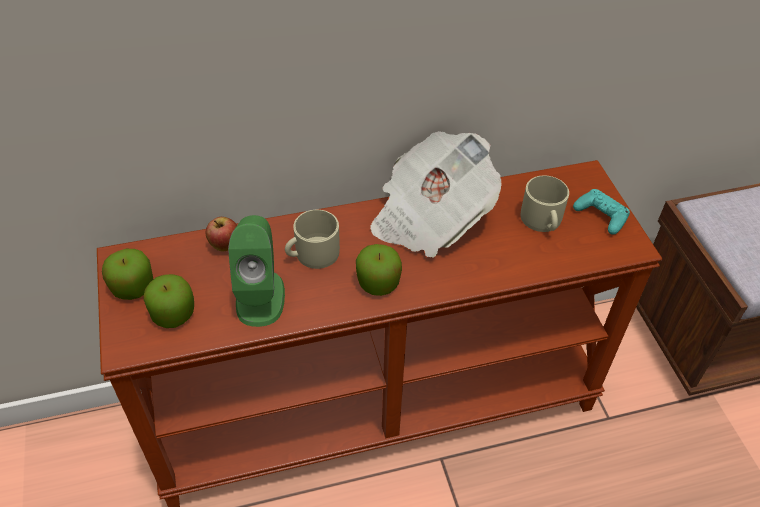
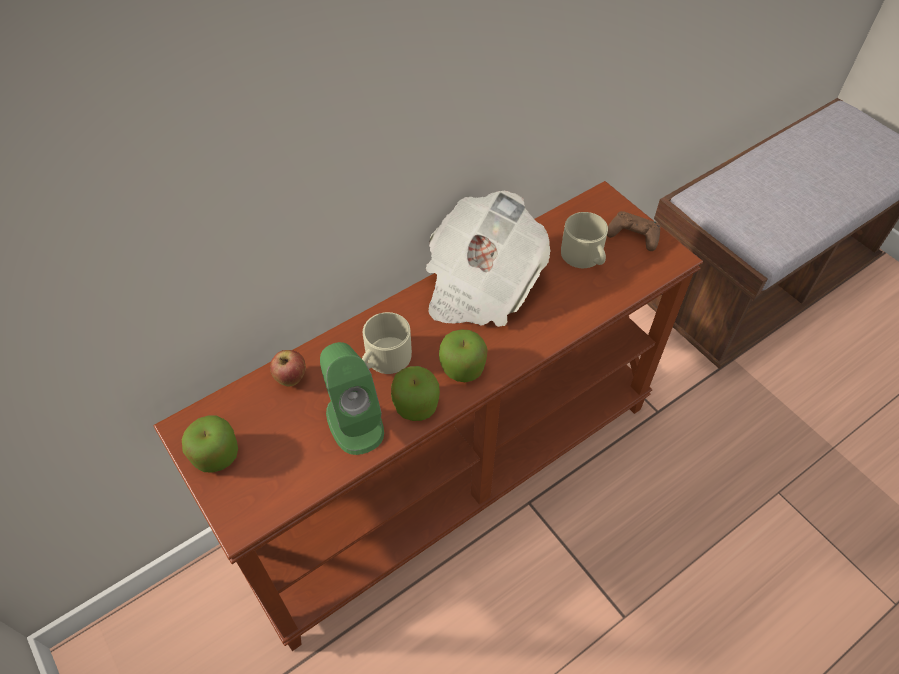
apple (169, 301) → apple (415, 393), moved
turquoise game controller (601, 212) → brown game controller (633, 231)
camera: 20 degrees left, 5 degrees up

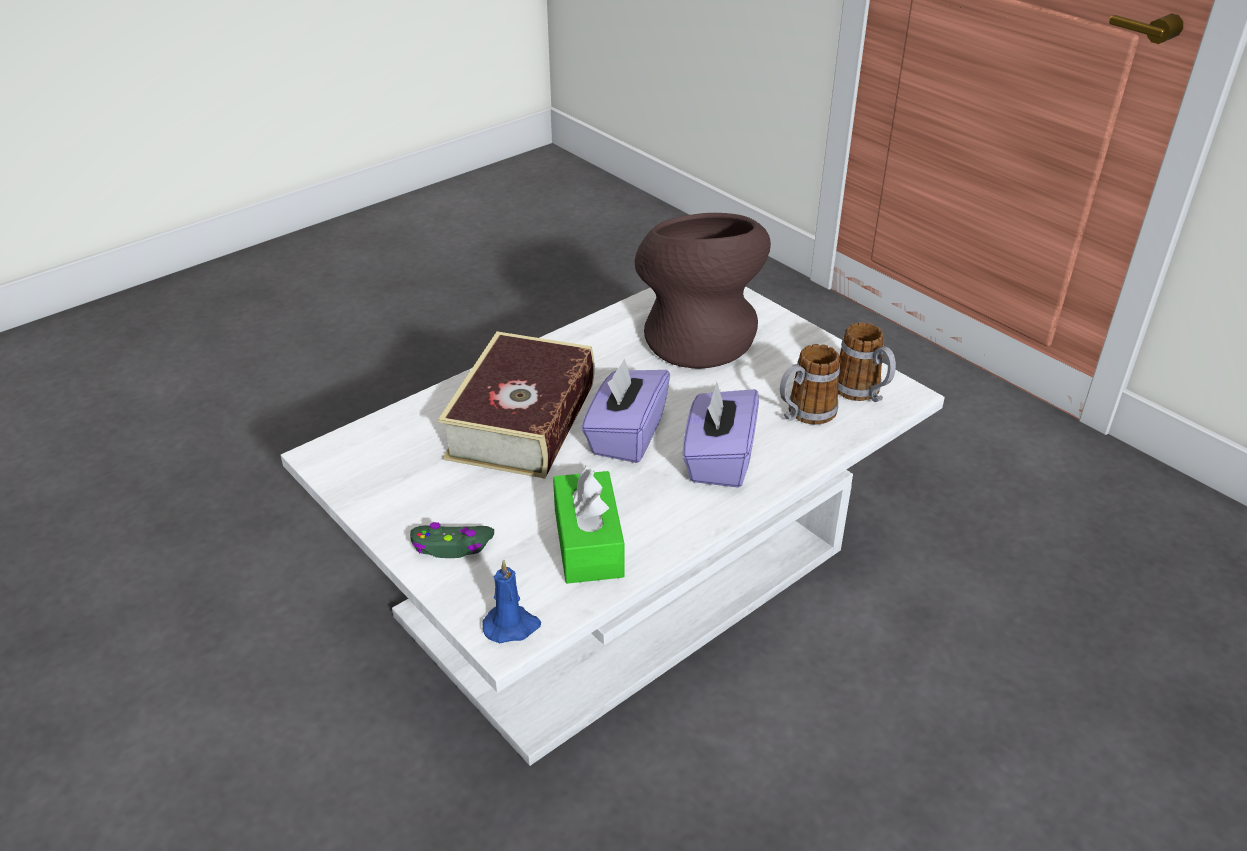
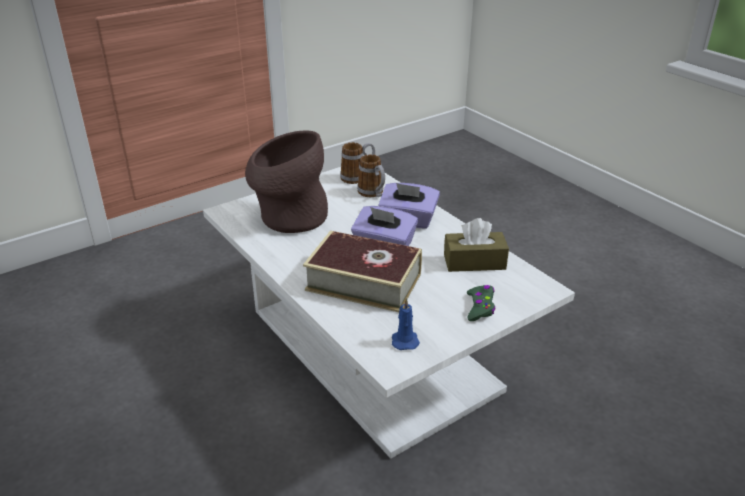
blue candle (511, 601) → blue candle (406, 324), moved
green tissue box (588, 524) → brown tissue box (476, 245)
camera: 85 degrees left, 5 degrees down

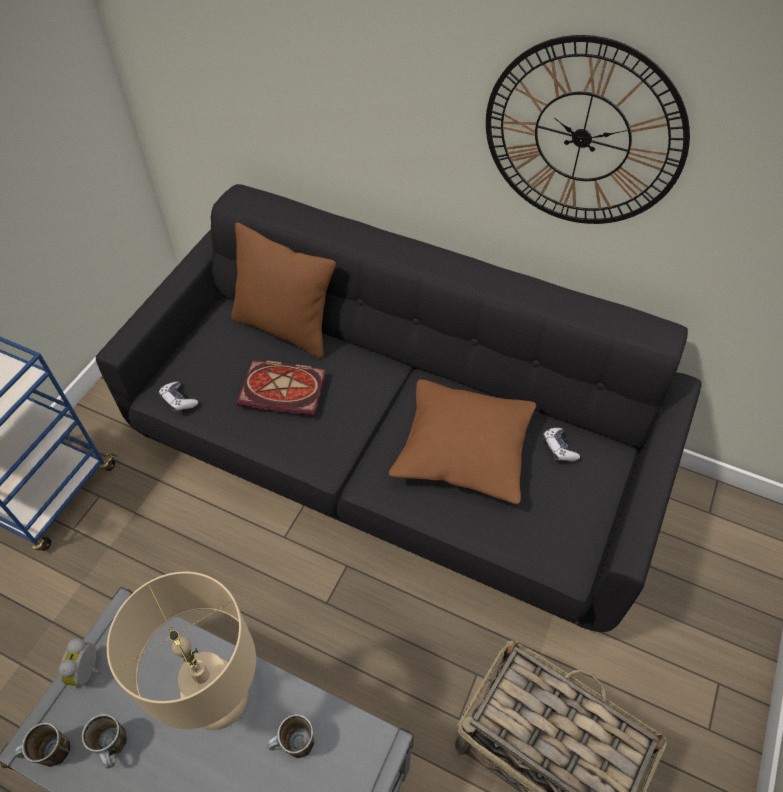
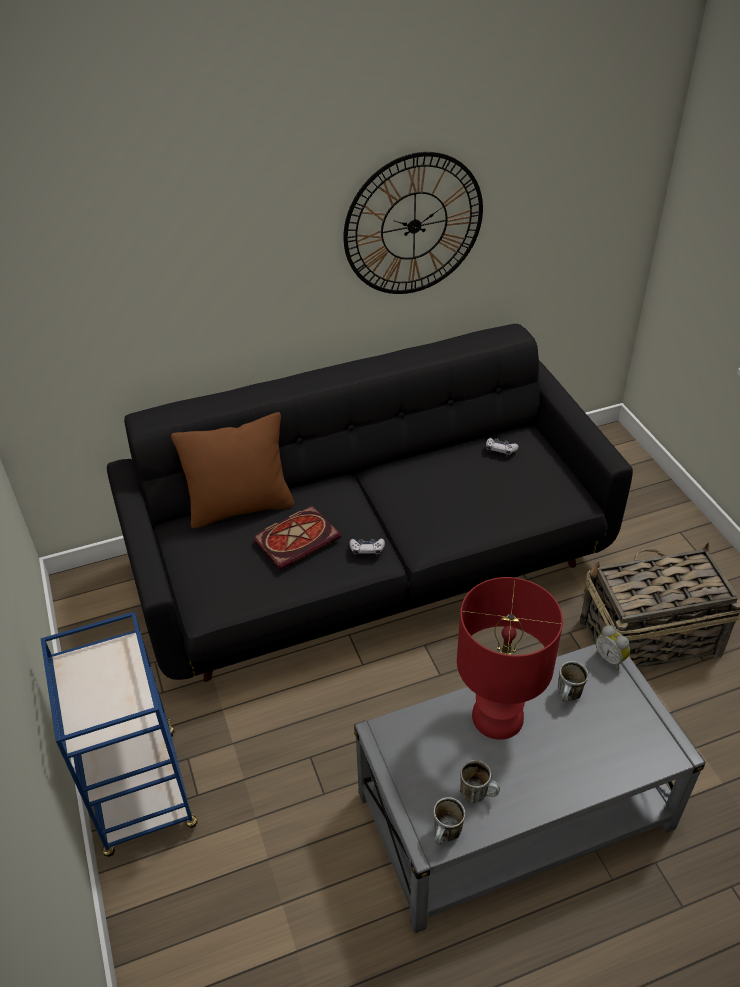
alarm clock (80, 663) → alarm clock (612, 647), moved
beige table lamp (181, 651) → red table lamp (510, 658)
game controller (178, 397) → game controller (367, 547), moved
brown pillow (462, 441) → -
camera: 45 degrees left, 10 degrees down

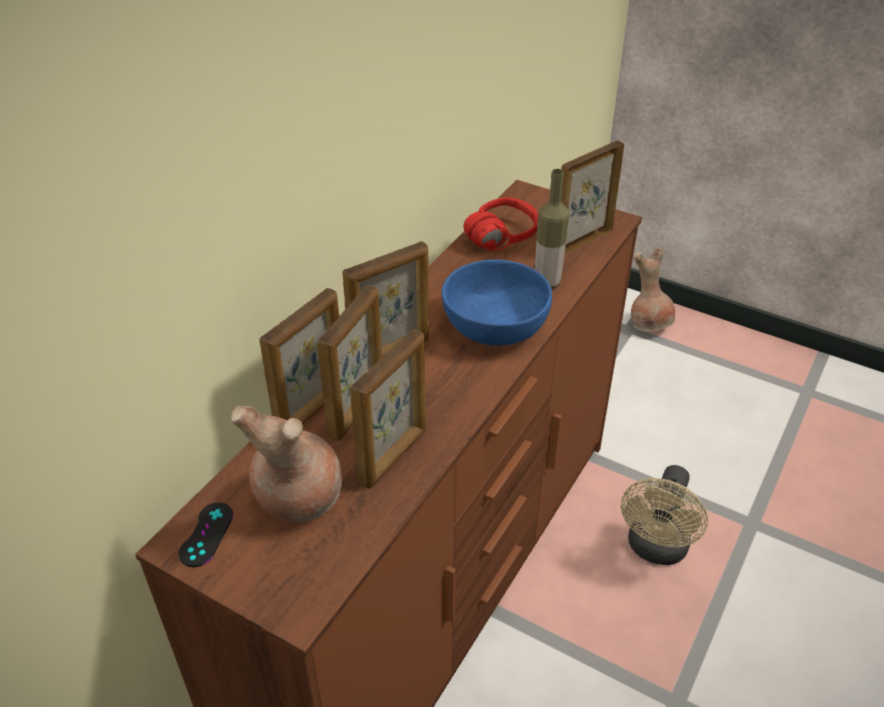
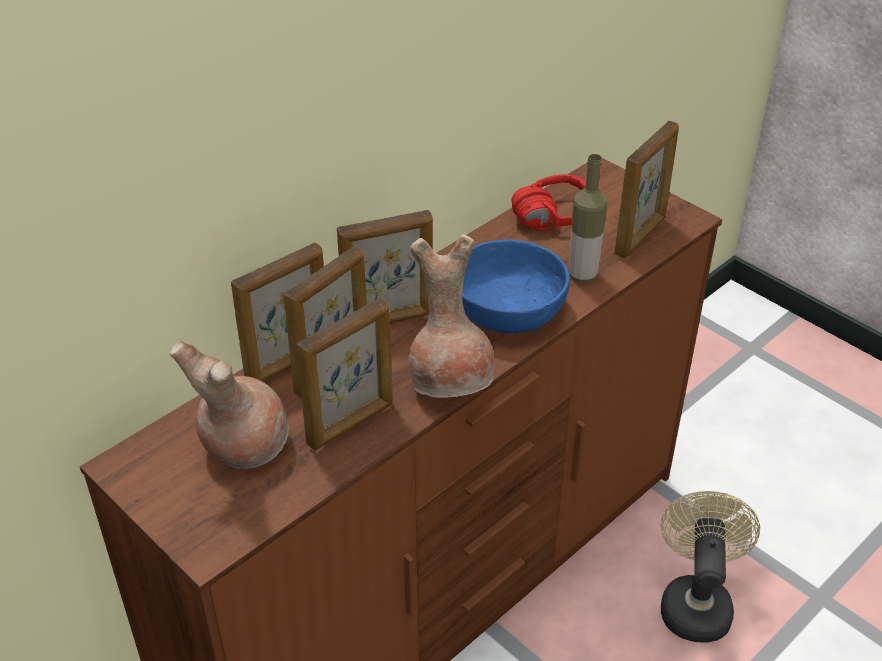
black game controller (206, 534) → -
picture frame (592, 197) → picture frame (646, 189), 150 degrees clockwise
beige fan (664, 515) → beige fan (710, 567), 150 degrees clockwise
brown vase (653, 289) → brown vase (451, 316), moved
camera: 15 degrees right, 0 degrees up

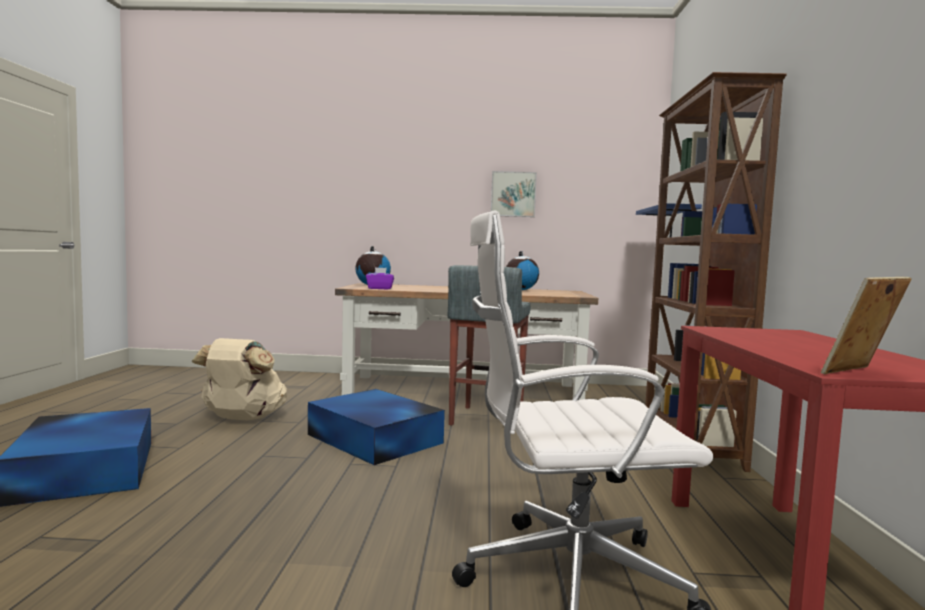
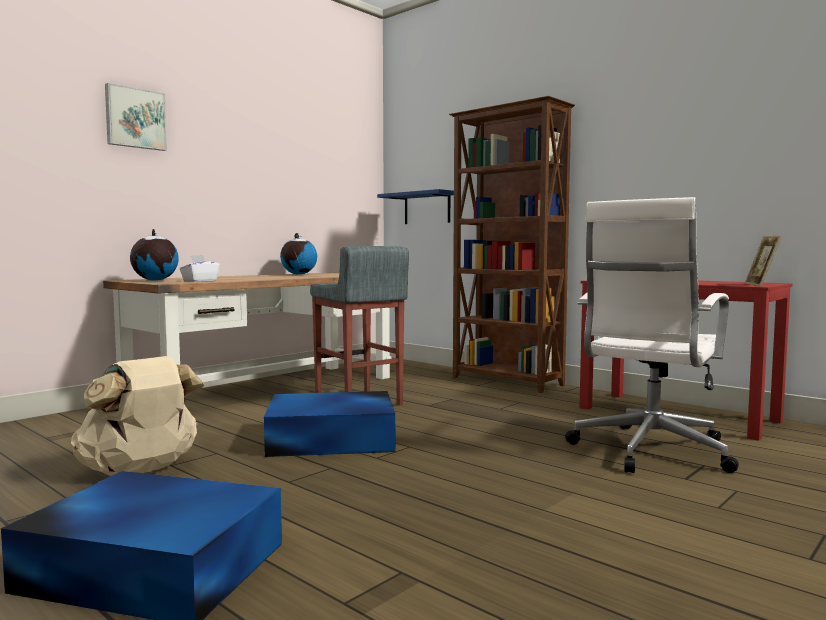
purple tissue box (380, 278) → white tissue box (200, 268)
picture (514, 194) → picture (136, 117), moved
camera: 50 degrees left, 0 degrees up

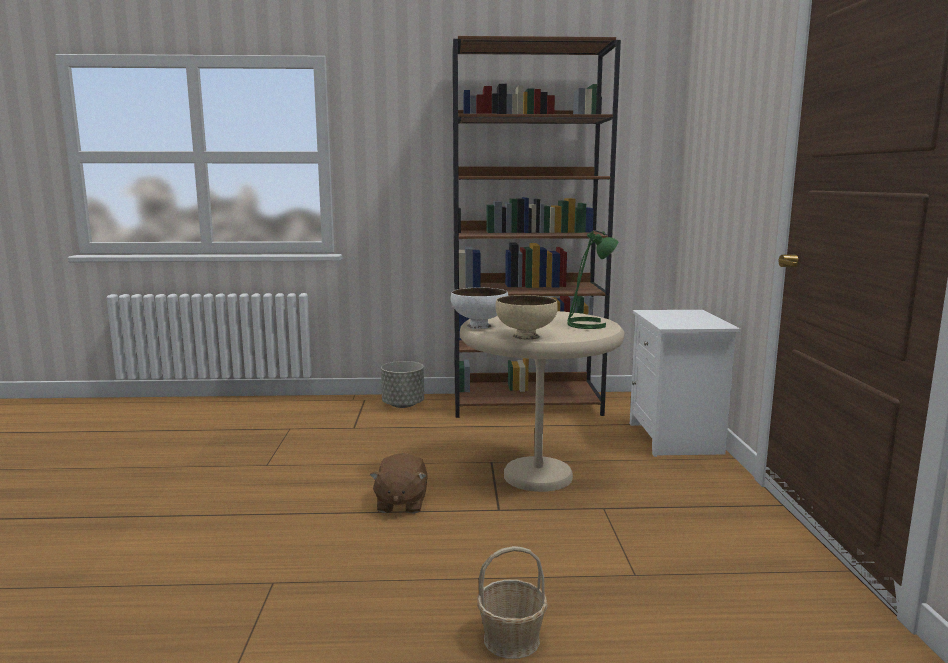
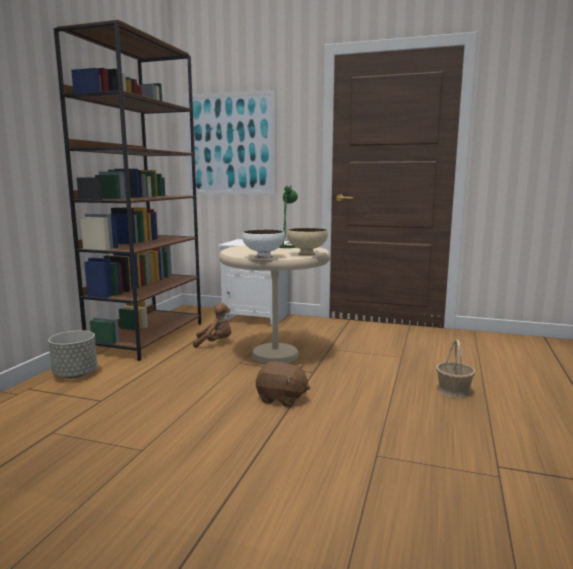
- → picture (229, 142)
- → brown plush toy (212, 325)
camera: 70 degrees left, 0 degrees up

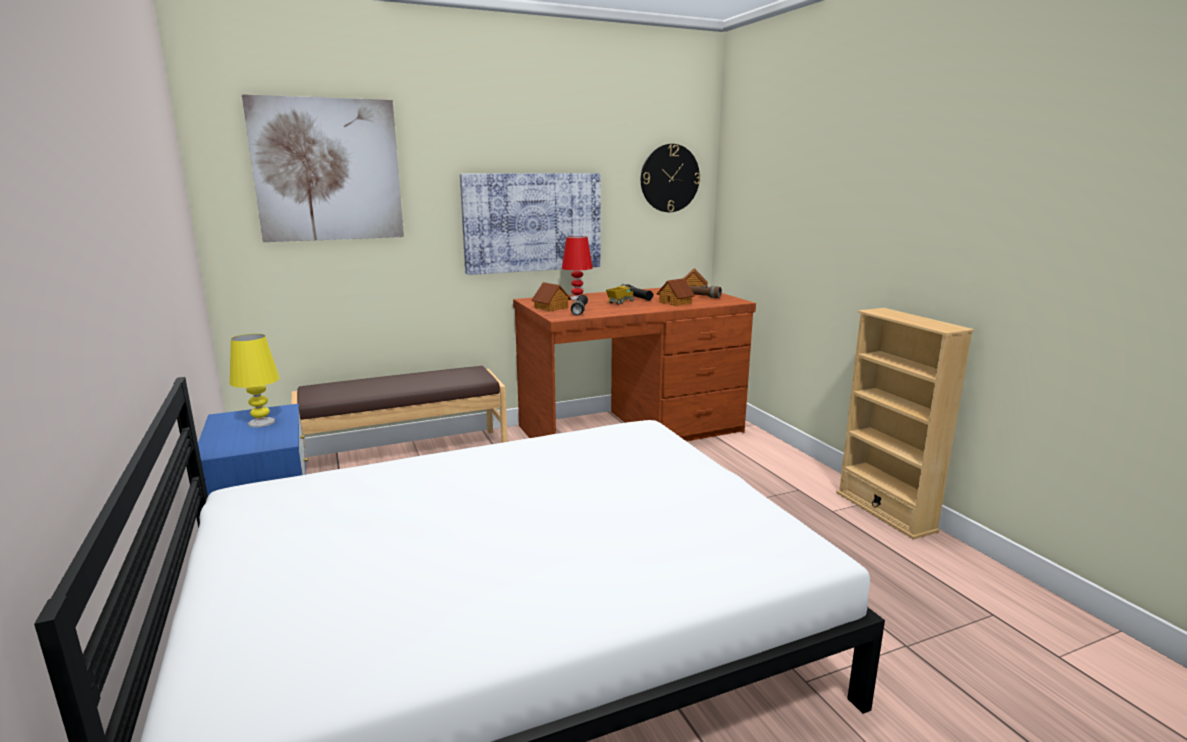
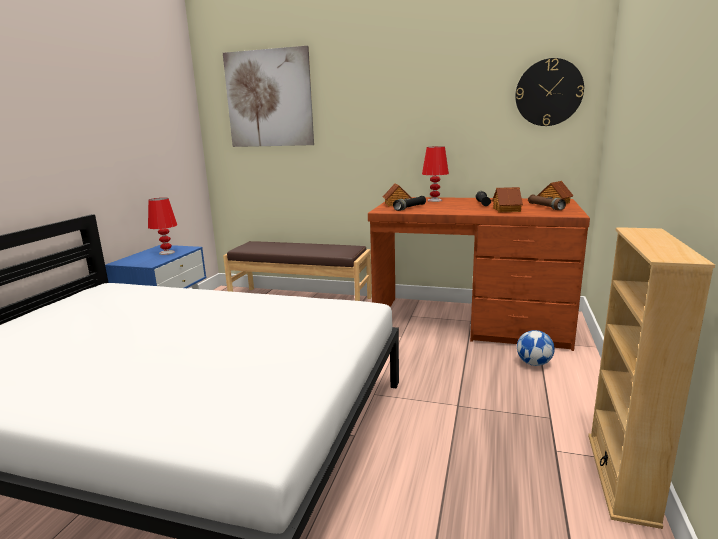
yellow table lamp (255, 380) → red table lamp (162, 226)
picture (530, 224) → -
toy truck (620, 295) → -
- → football (536, 348)
camera: 40 degrees right, 0 degrees up

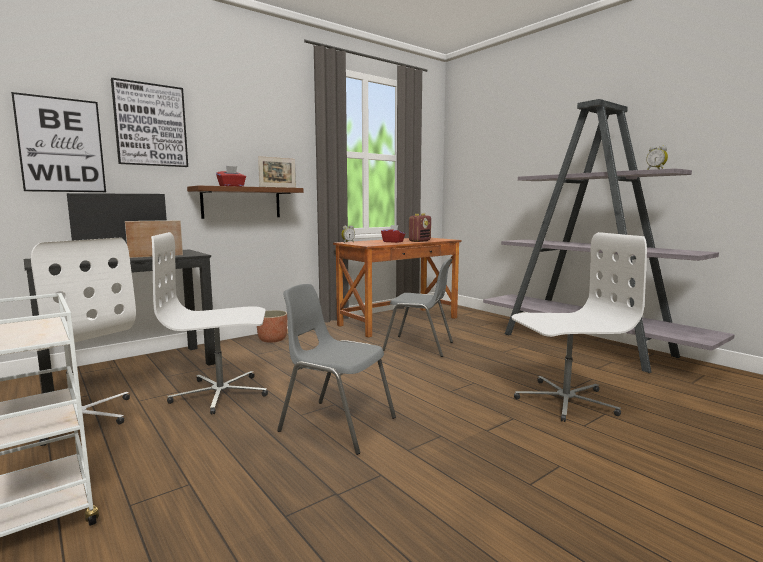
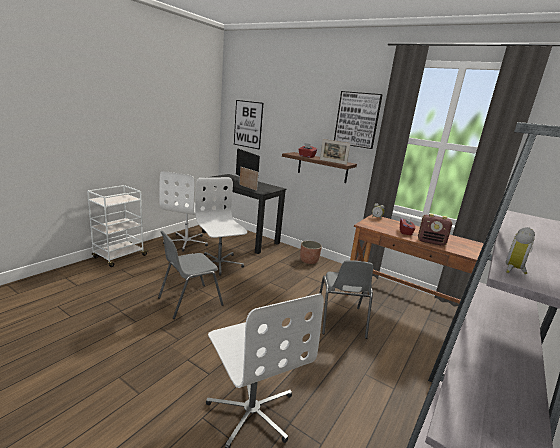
picture (149, 122) → picture (358, 120), moved
grey chair (336, 369) → grey chair (191, 275), 135 degrees counterclockwise
camera: 70 degrees right, 10 degrees up

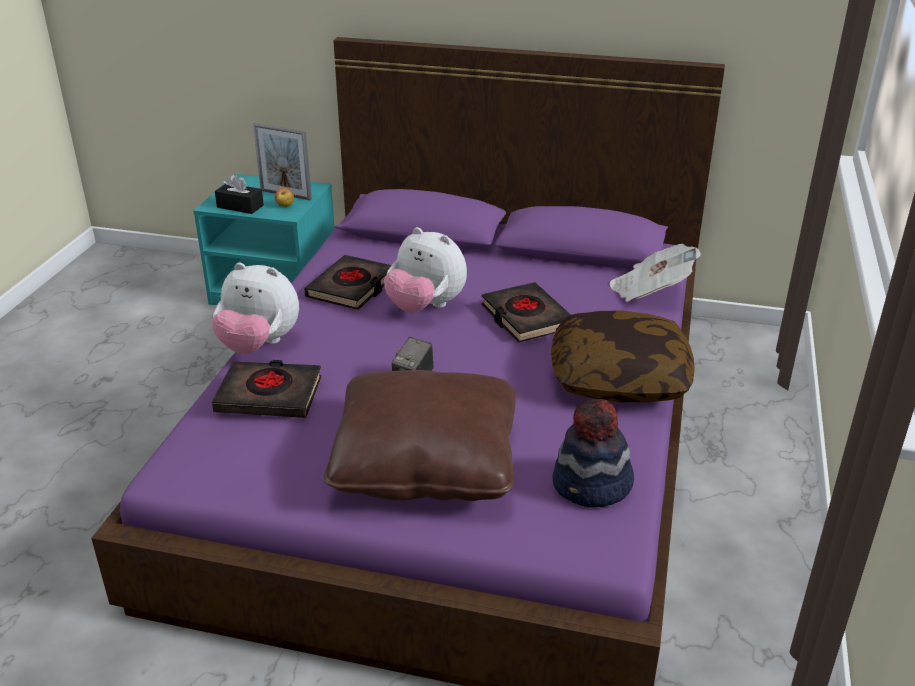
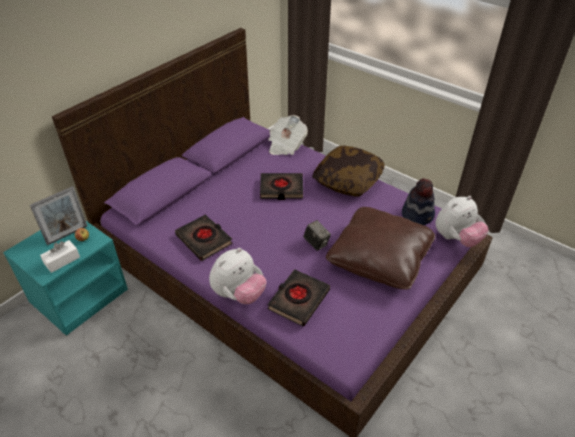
black tissue box (239, 194) → white tissue box (60, 256)
plush toy (425, 270) → plush toy (462, 221), moved
camera: 65 degrees left, 10 degrees up

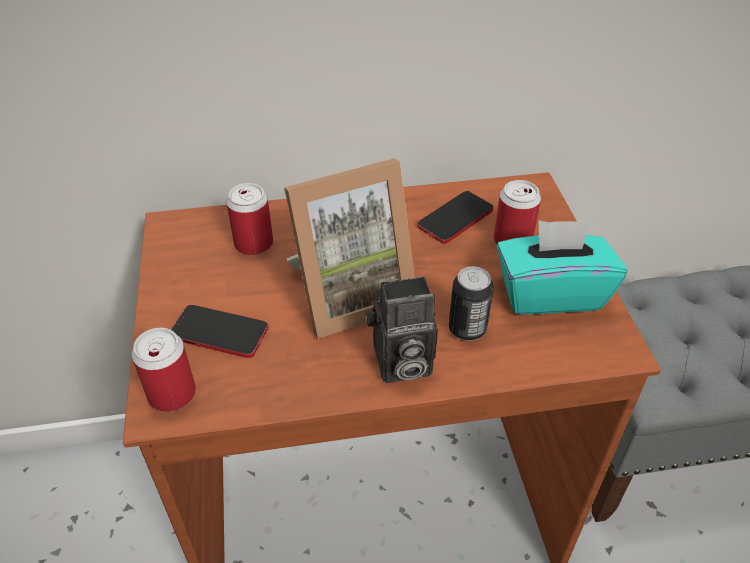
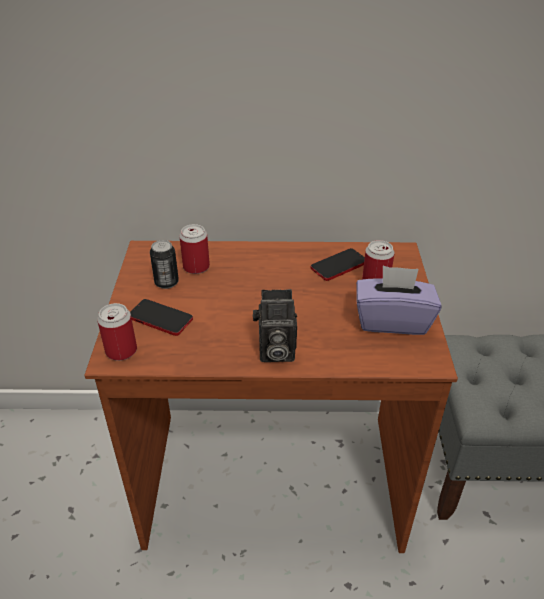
picture frame (349, 248) → -
can (471, 303) → can (164, 264), moved
turquoise tissue box (562, 267) → purple tissue box (399, 300)
camera: 10 degrees right, 5 degrees down

